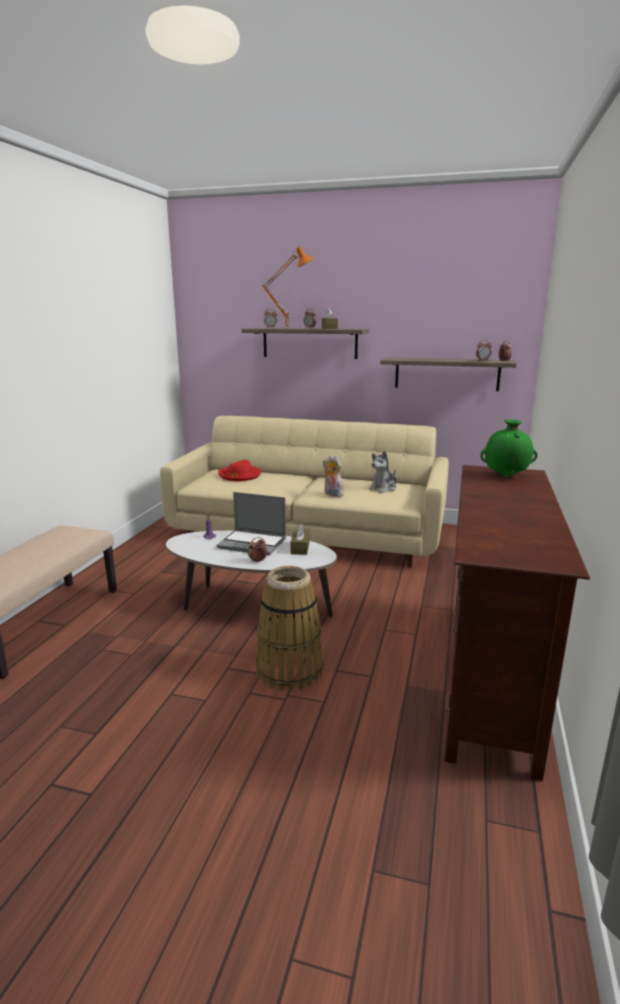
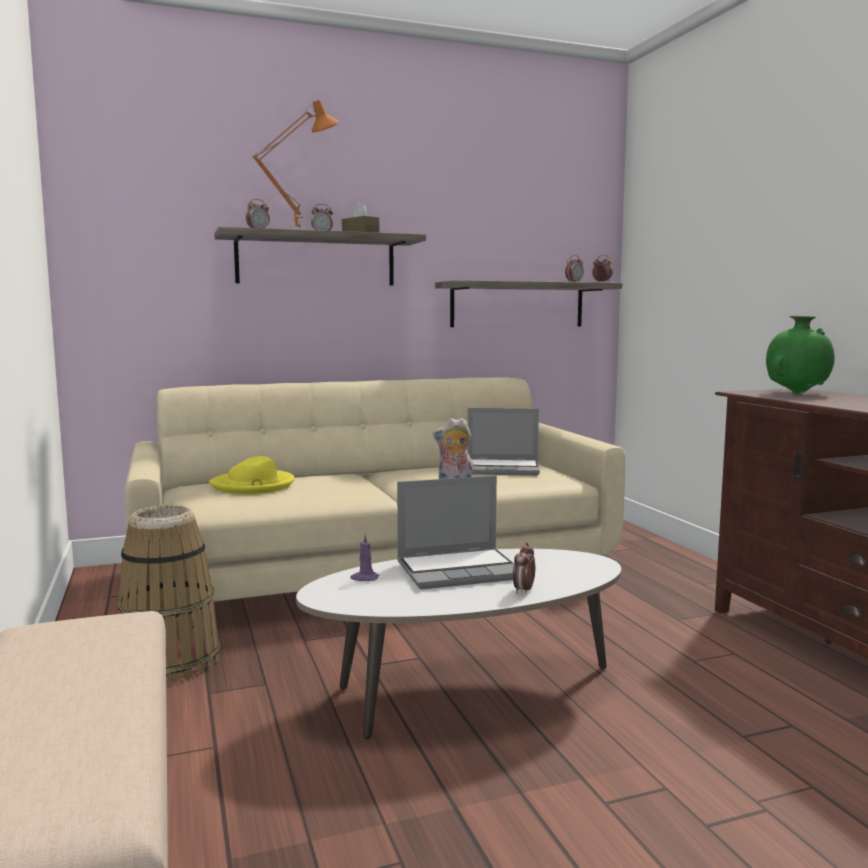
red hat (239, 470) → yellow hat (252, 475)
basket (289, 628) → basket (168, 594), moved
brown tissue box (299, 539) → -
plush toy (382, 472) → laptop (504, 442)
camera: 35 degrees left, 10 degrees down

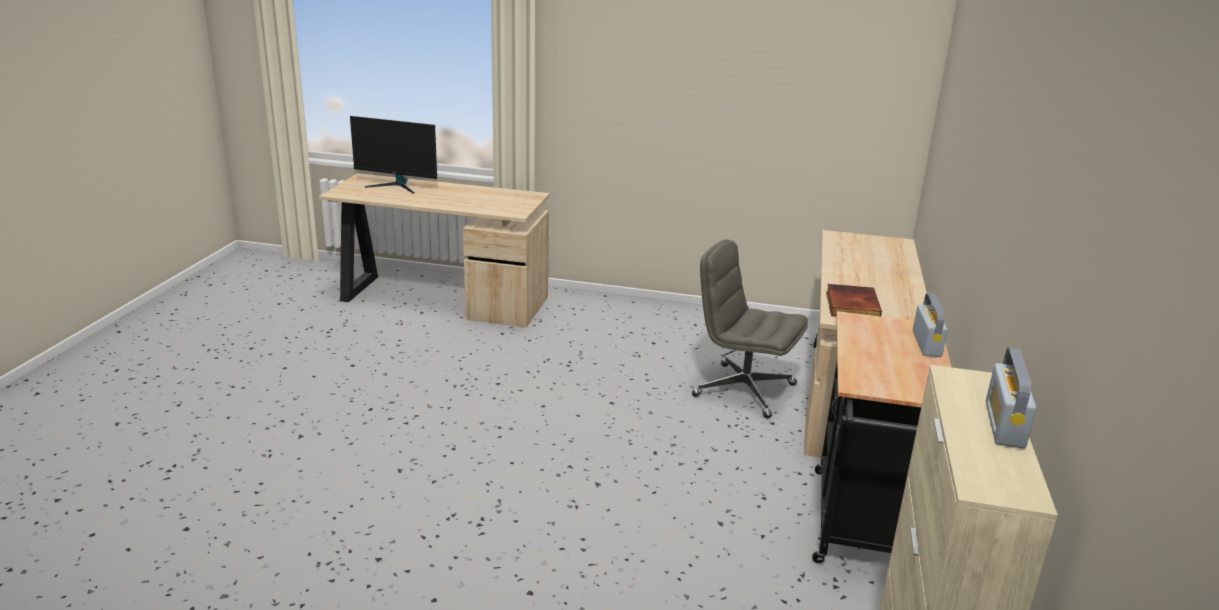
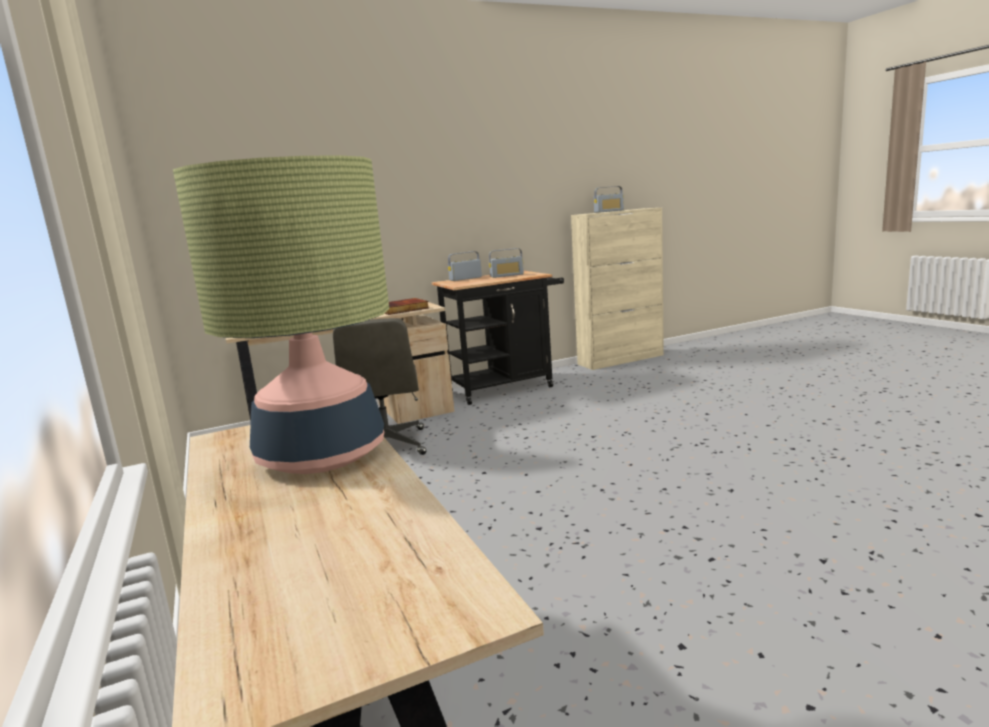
monitor (393, 155) → -
- → table lamp (281, 314)
- → radio (506, 263)
camera: 125 degrees left, 10 degrees down

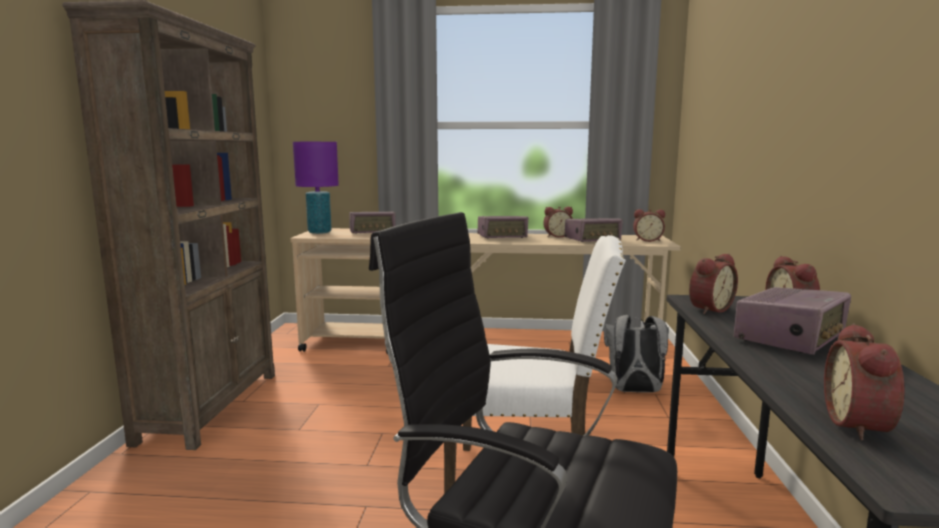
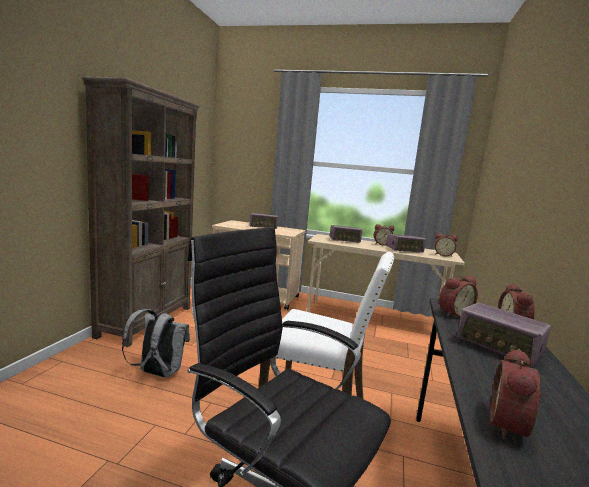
purple table lamp (316, 188) → -
grey backpack (636, 354) → grey backpack (156, 343), moved
radio (792, 321) → radio (504, 334), 75 degrees clockwise
camera: 10 degrees right, 0 degrees up

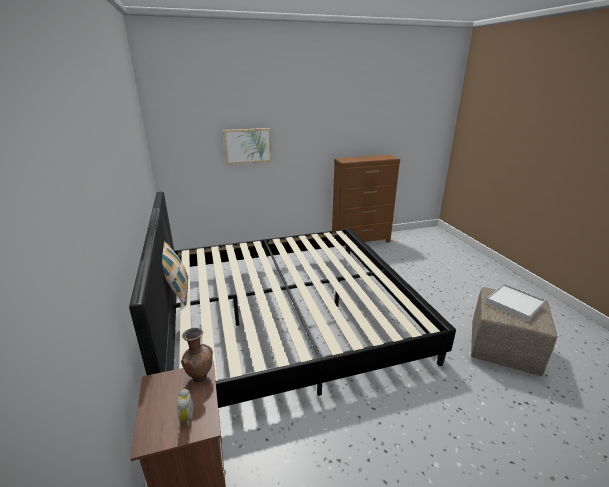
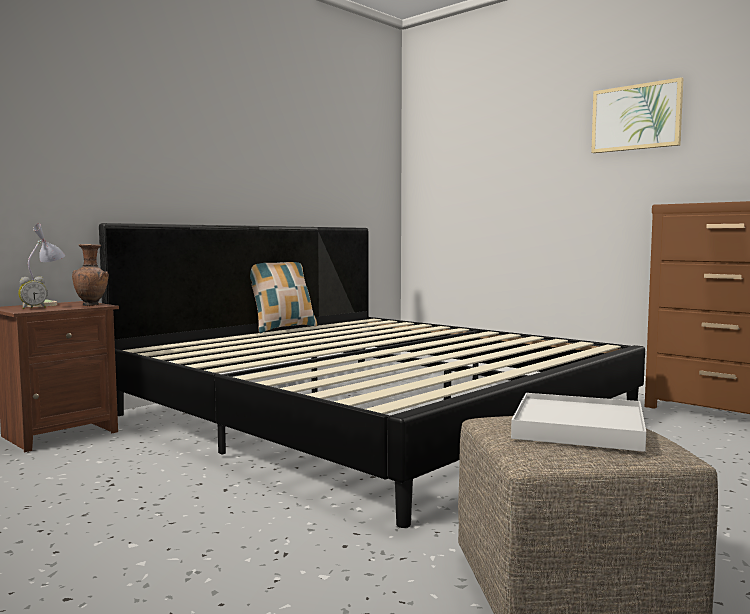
picture (247, 146) → picture (637, 115), moved
- → table lamp (44, 265)
camera: 60 degrees right, 20 degrees down

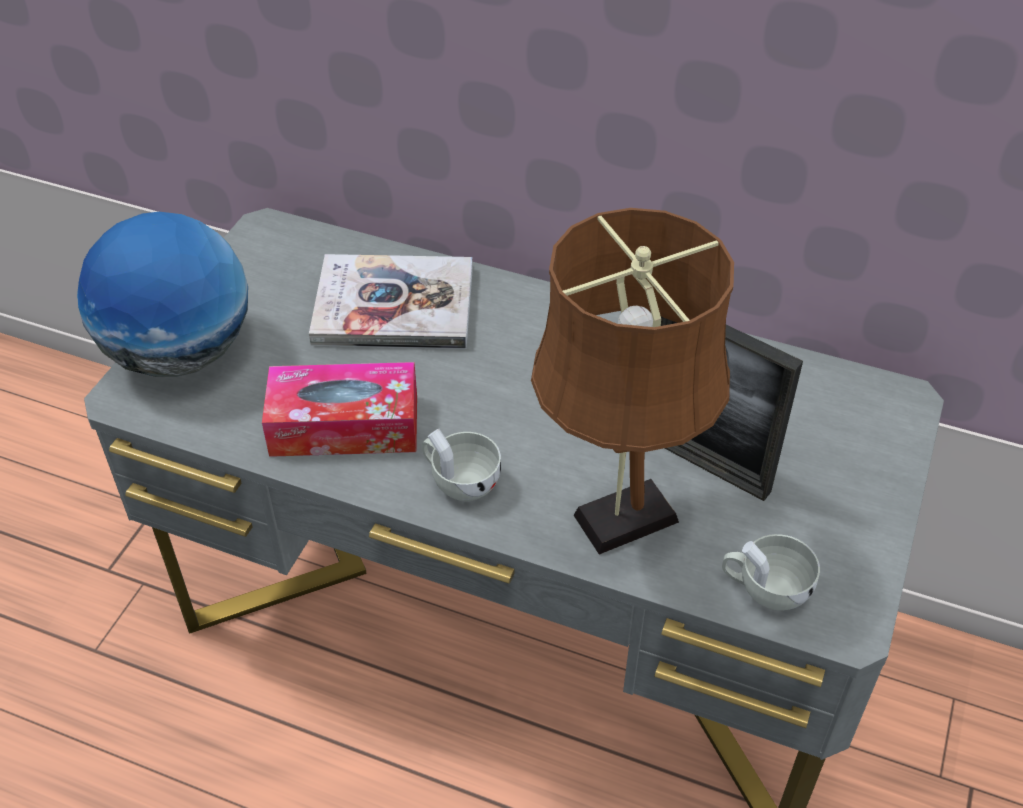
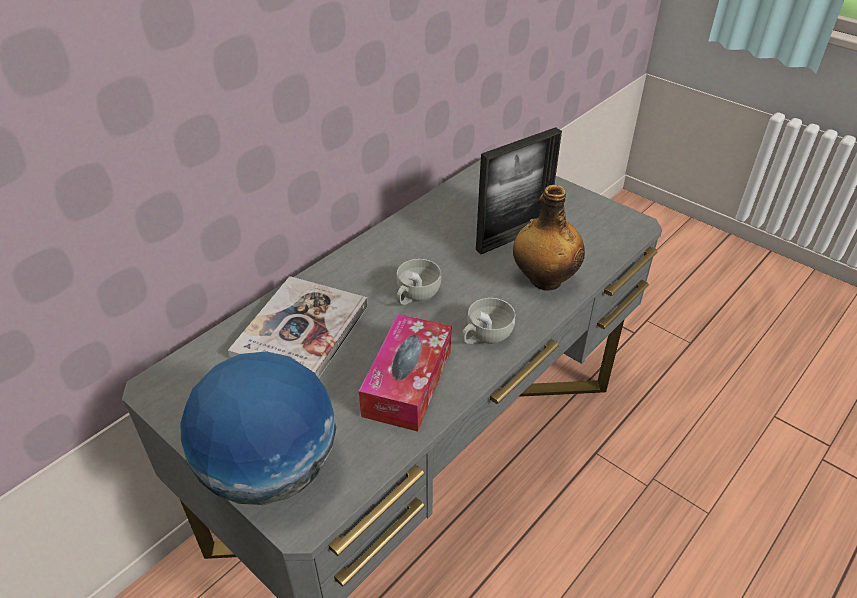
brown table lamp (632, 381) → bottle (549, 238)
white cup (771, 572) → white cup (419, 282), moved
camera: 70 degrees left, 5 degrees down

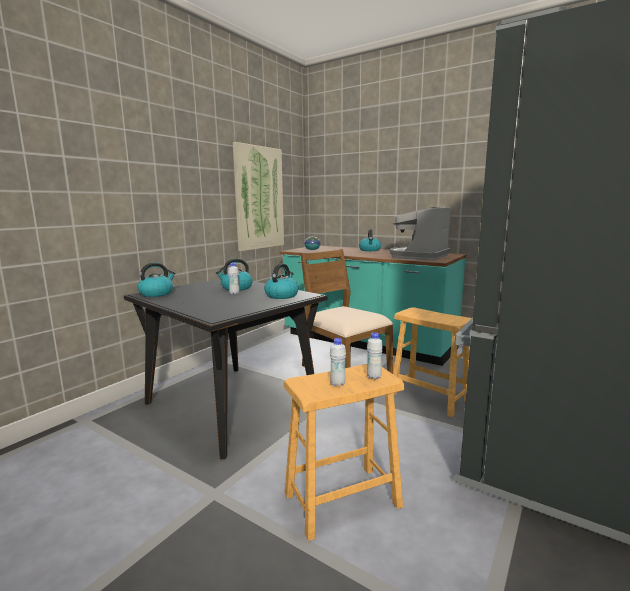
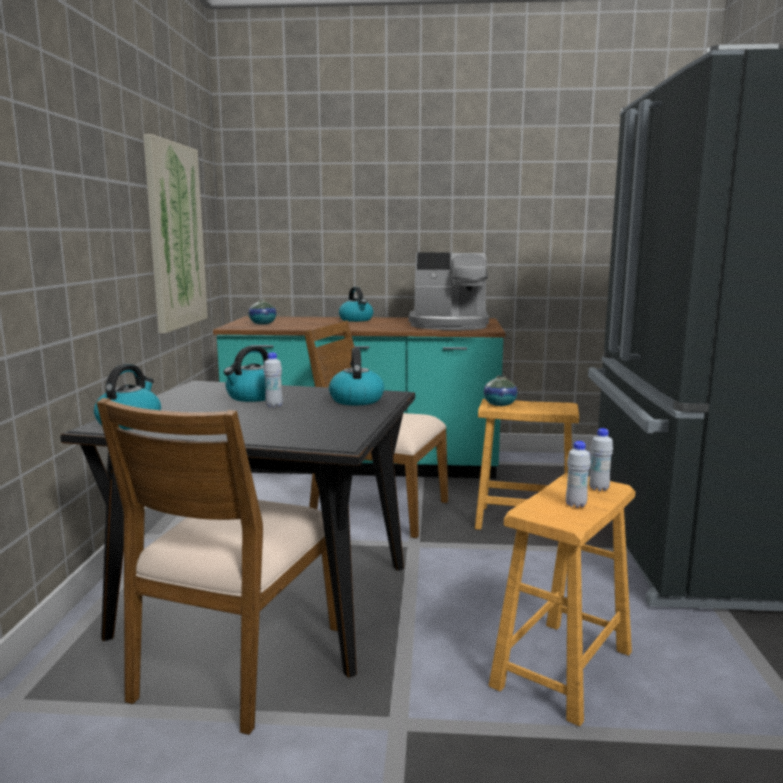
coffee machine (420, 234) → coffee machine (449, 291), 90 degrees counterclockwise
- → brown chair (217, 566)
- → vase (501, 390)
camera: 30 degrees left, 0 degrees up

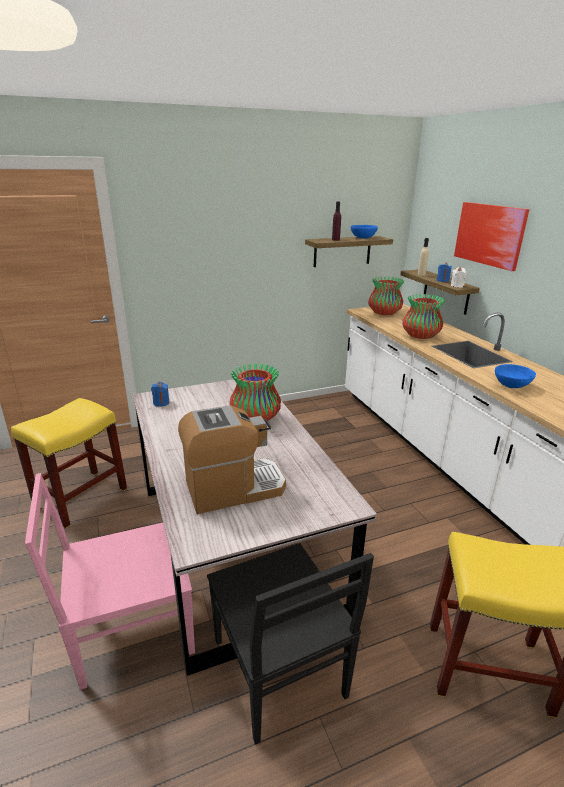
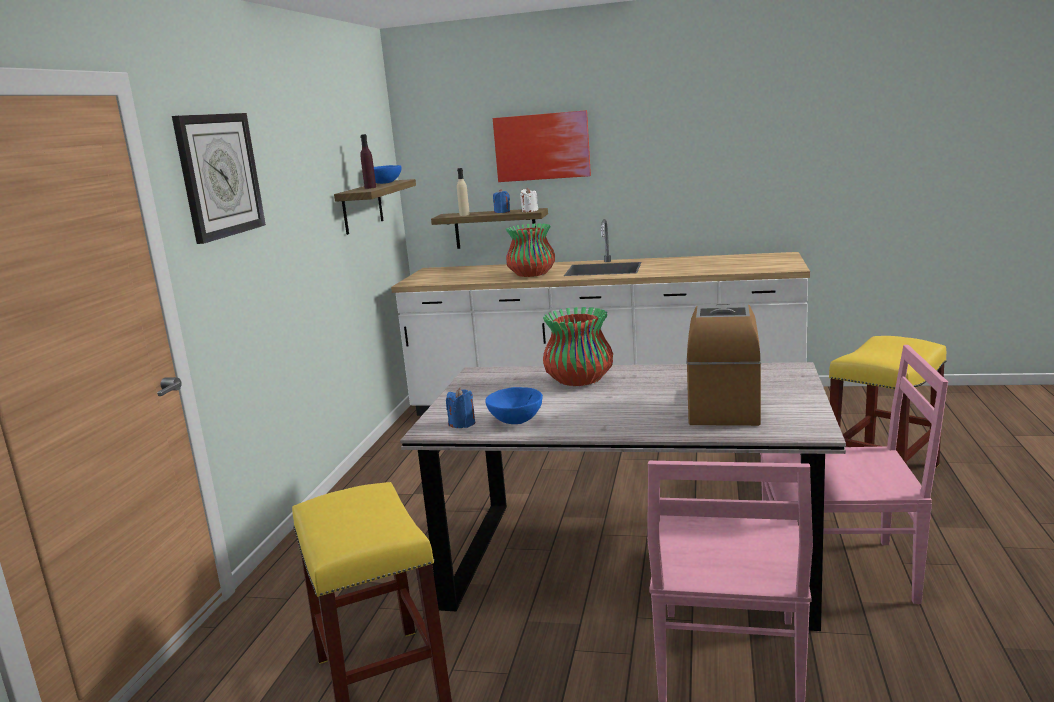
black chair (290, 644) → pink chair (854, 474)
vase (386, 296) → -
blue bowl (515, 376) → blue bowl (514, 405), moved
- → wall clock (219, 178)
camera: 55 degrees left, 10 degrees down

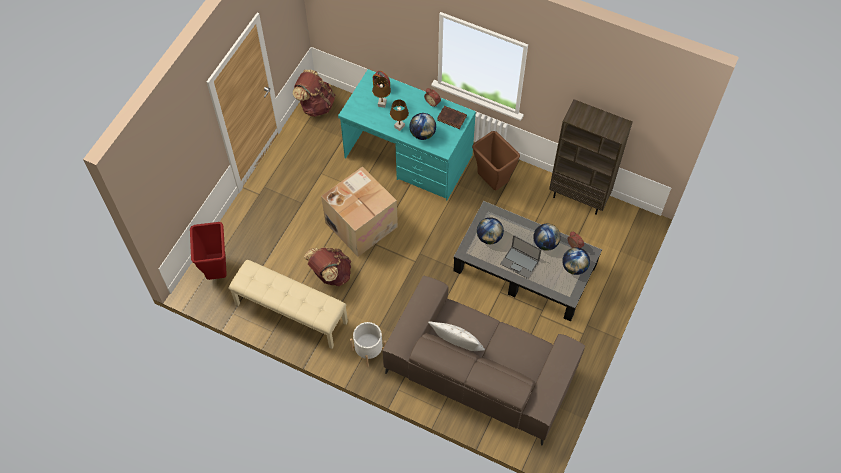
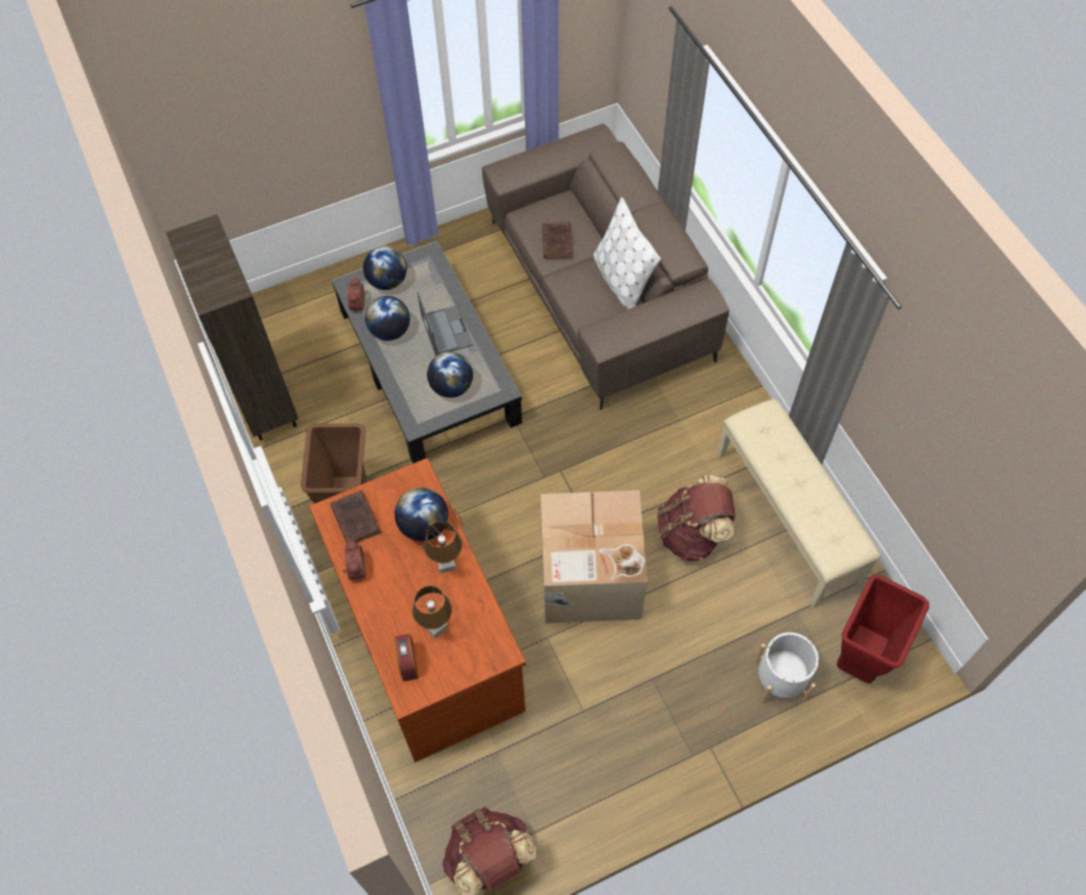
turquoise desk (407, 134) → brown desk (417, 610)
white planter (368, 344) → white planter (787, 668), moved
- → brown book (557, 240)
camera: 140 degrees left, 0 degrees up

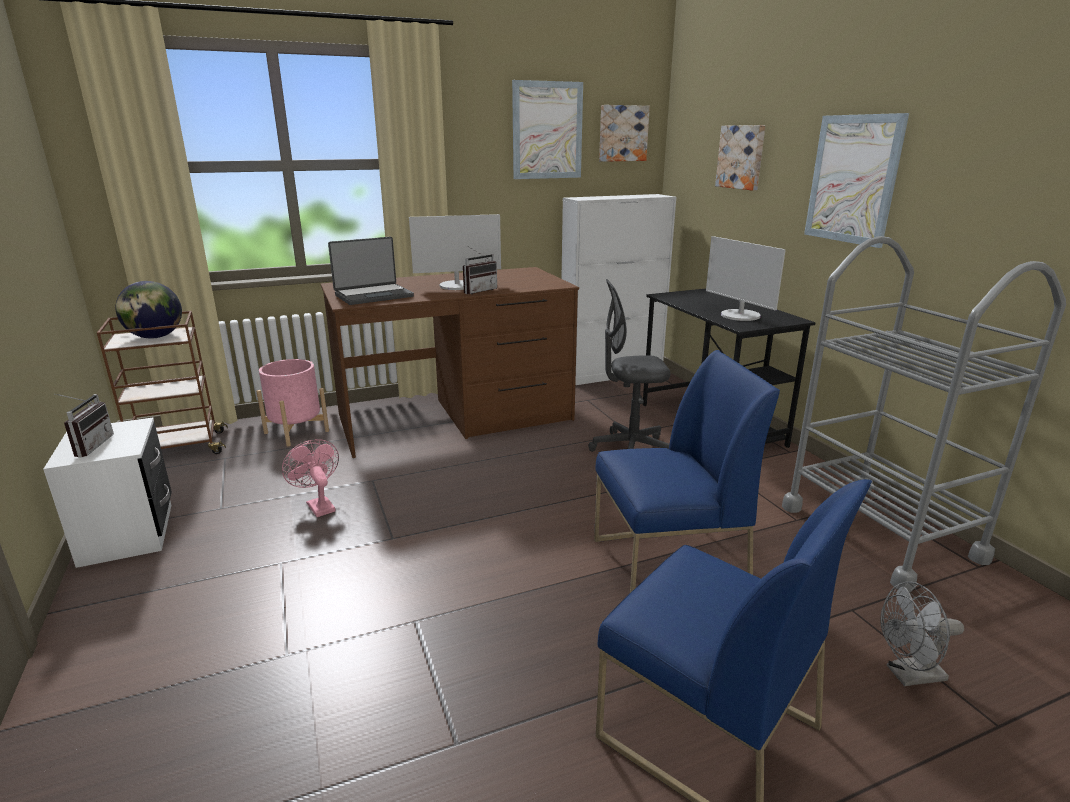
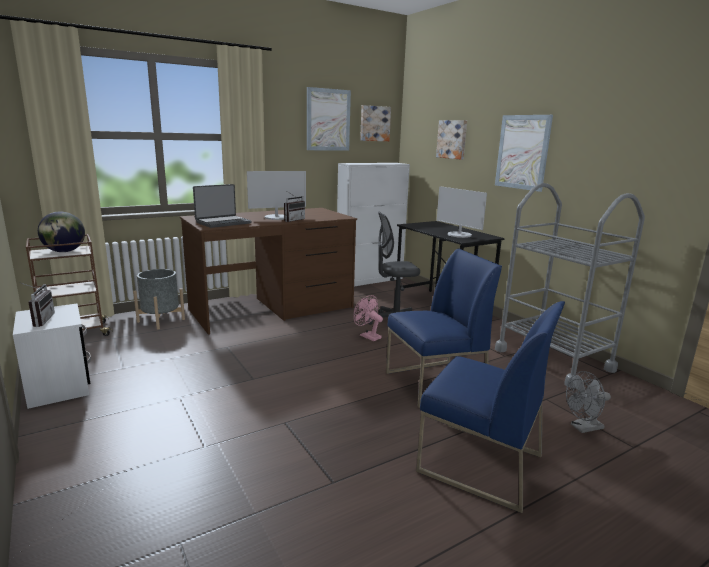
pink planter (293, 402) → grey planter (159, 299)
pink fan (310, 478) → pink fan (368, 318), moved
camera: 10 degrees left, 5 degrees down

